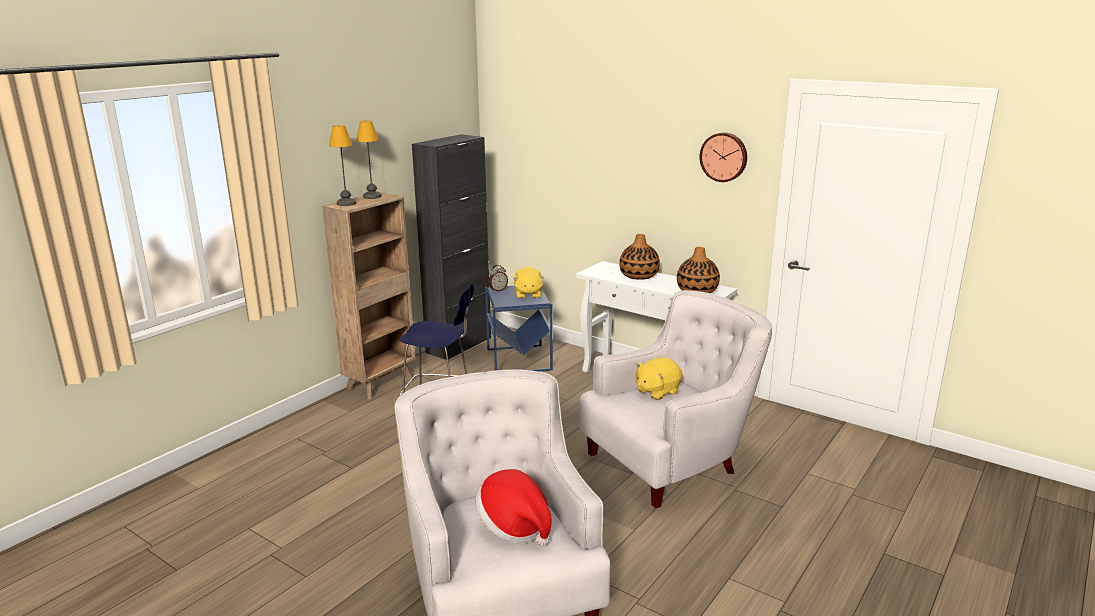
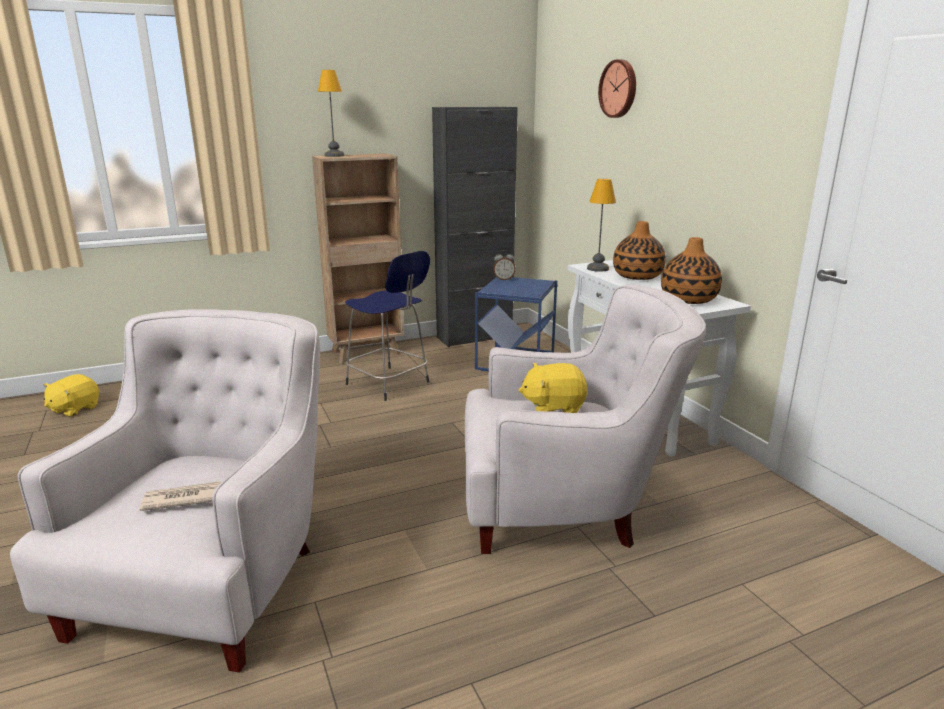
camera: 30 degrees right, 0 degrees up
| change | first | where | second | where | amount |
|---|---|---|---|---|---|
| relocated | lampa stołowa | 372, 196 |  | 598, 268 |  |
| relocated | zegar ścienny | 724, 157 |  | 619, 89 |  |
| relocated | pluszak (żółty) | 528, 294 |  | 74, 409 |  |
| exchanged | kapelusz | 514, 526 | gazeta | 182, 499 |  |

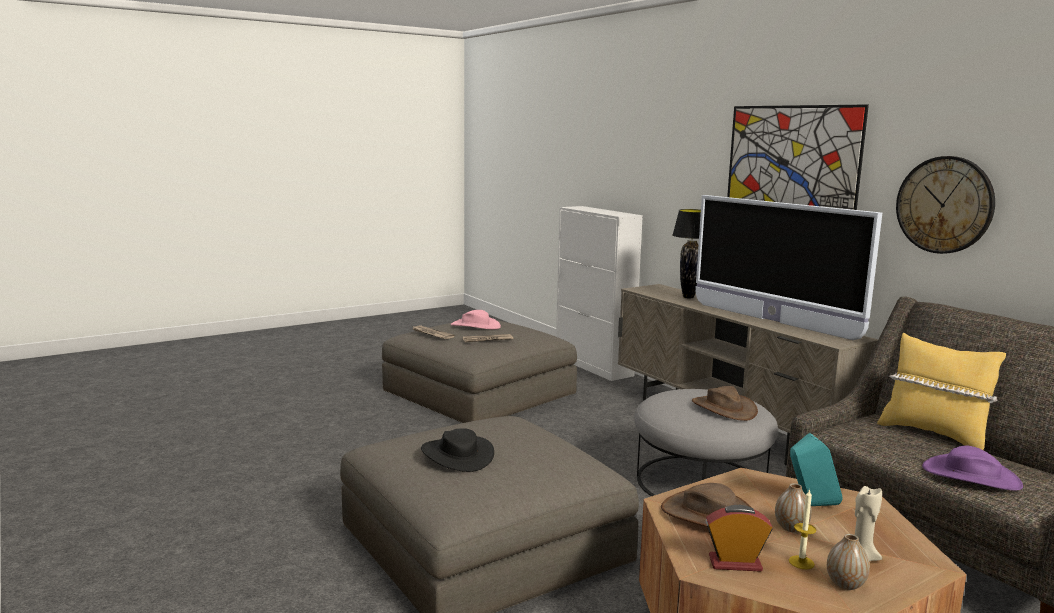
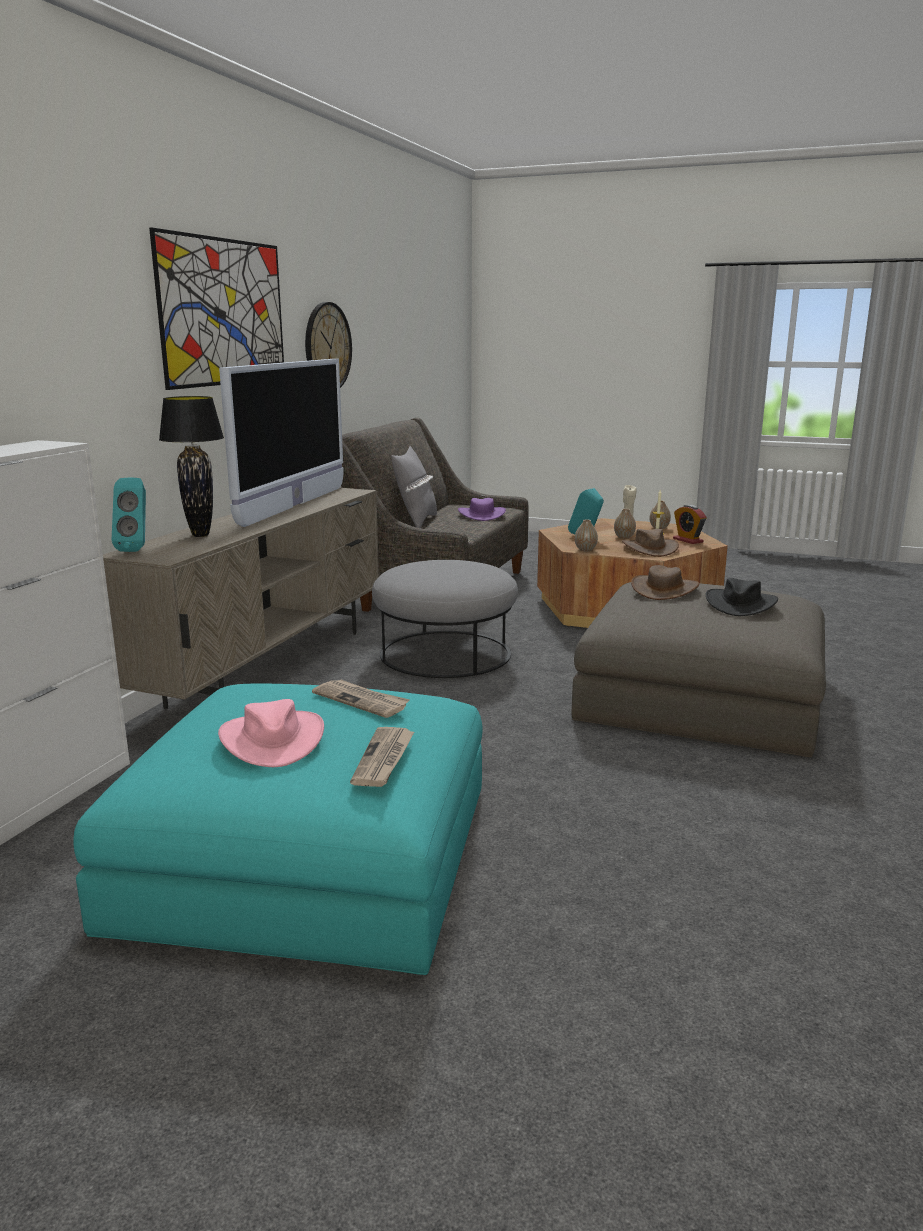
camera: 125 degrees left, 5 degrees up
| change | first | where | second | where | amount |
|---|---|---|---|---|---|
| colour | pufa (szary) | 479, 391 | pufa (turkusowy) | 309, 855 |  |
| colour | poduszka (żółty) | 933, 434 | poduszka (szary) | 415, 521 |  |
| relocated | kapelusz (brązowy) | 723, 408 |  | 665, 589 |  |
| appeared |  |  | głośnik (turkusowy) | 137, 549 |  |
| appeared |  |  | wazon | 585, 550 |  |

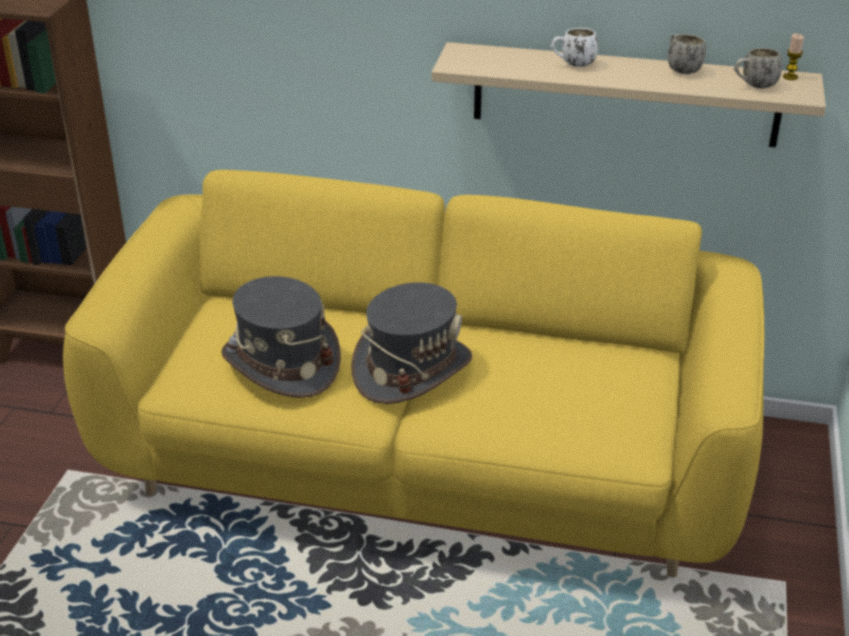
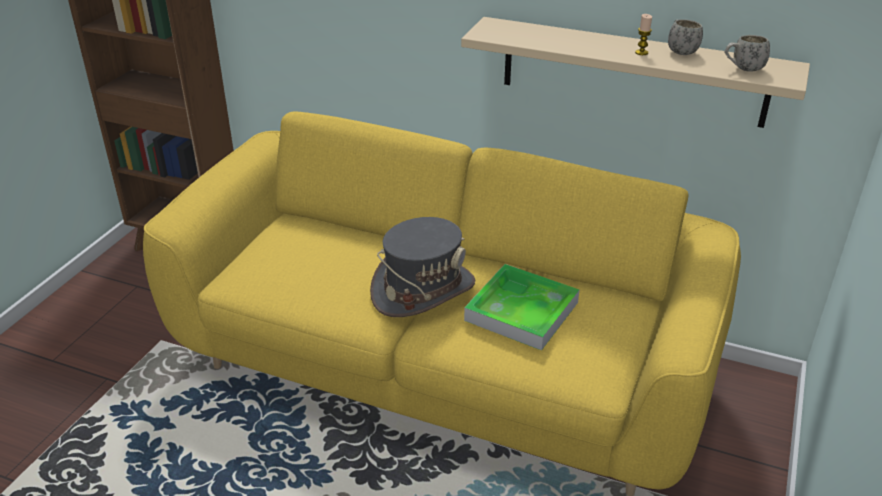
camera: 10 degrees right, 0 degrees up
| change | first | where | second | where | amount |
|---|---|---|---|---|---|
| missing | kubek (biały) | 572, 65 |  |  |  |
| relocated | świeca | 790, 77 |  | 641, 52 |  |
| missing | kapelusz (szary) | 281, 363 |  |  |  |
| appeared |  |  | taca | 521, 311 |  |

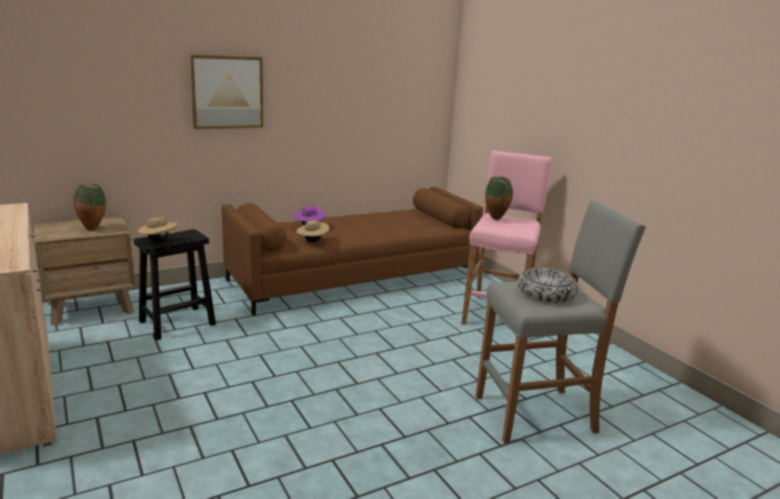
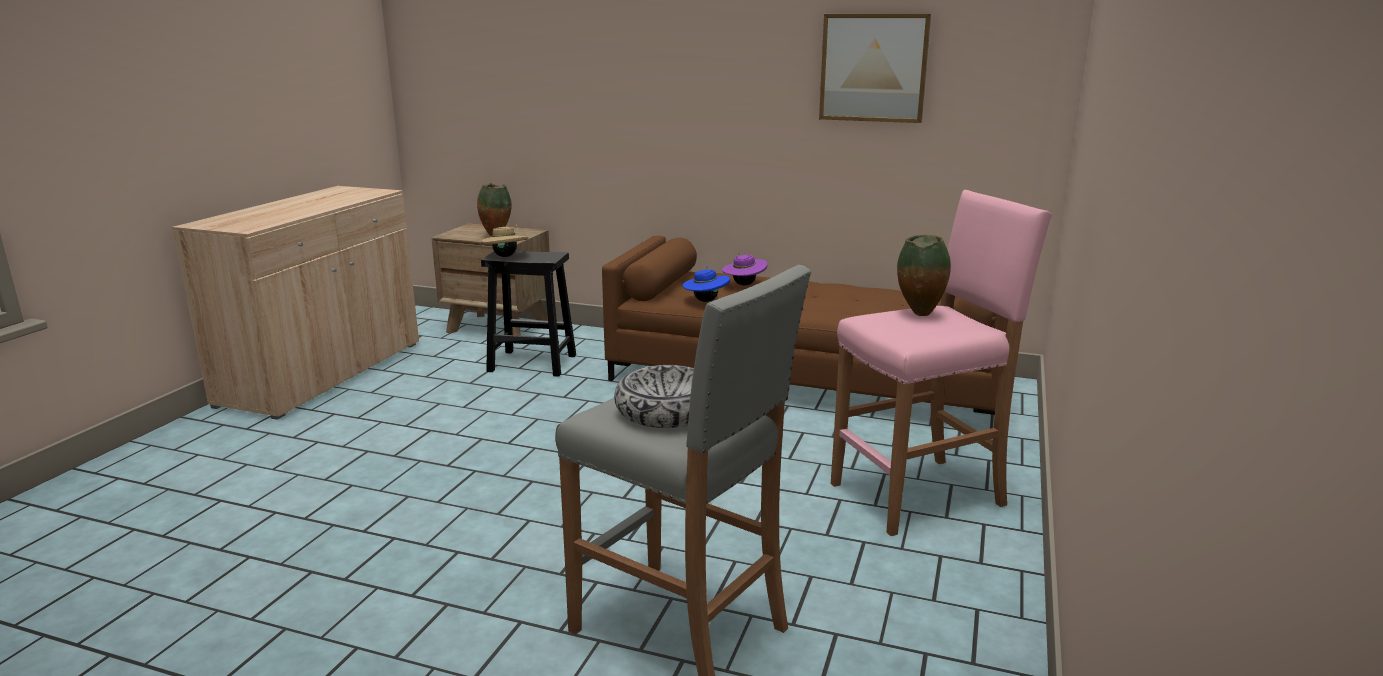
camera: 50 degrees right, 0 degrees up
| change | first | where | second | where | amount |
|---|---|---|---|---|---|
| relocated | obraz | 227, 92 |  | 873, 68 |  |
| colour | kapelusz (beżowy) | 312, 241 | kapelusz (niebieski) | 706, 301 |  |

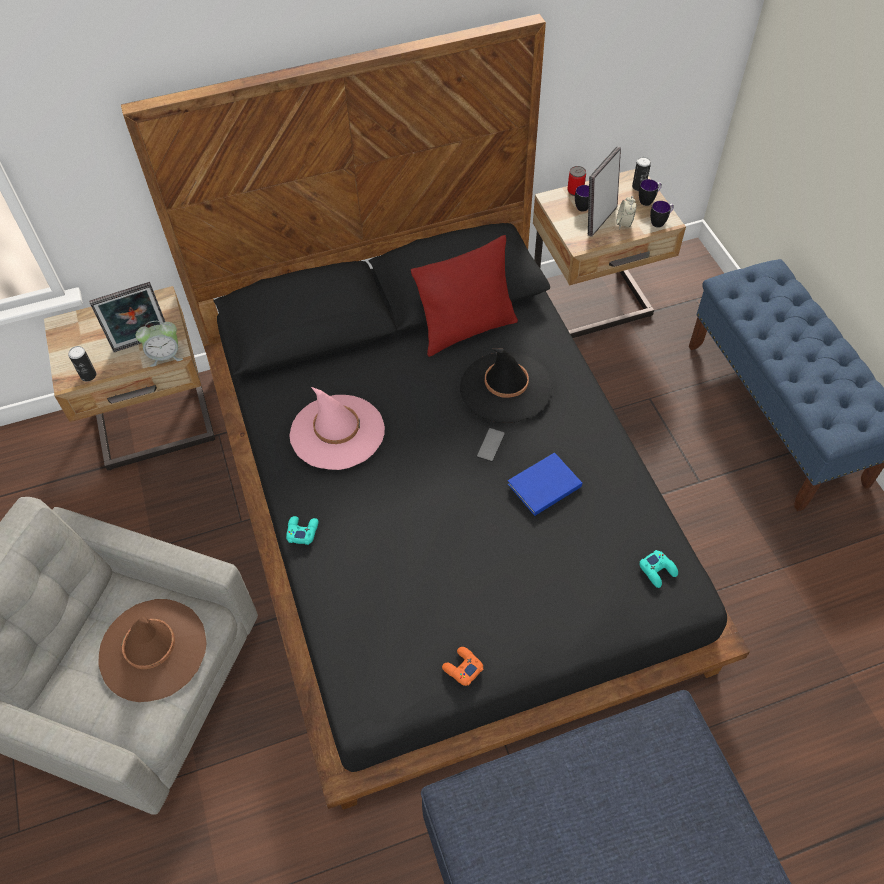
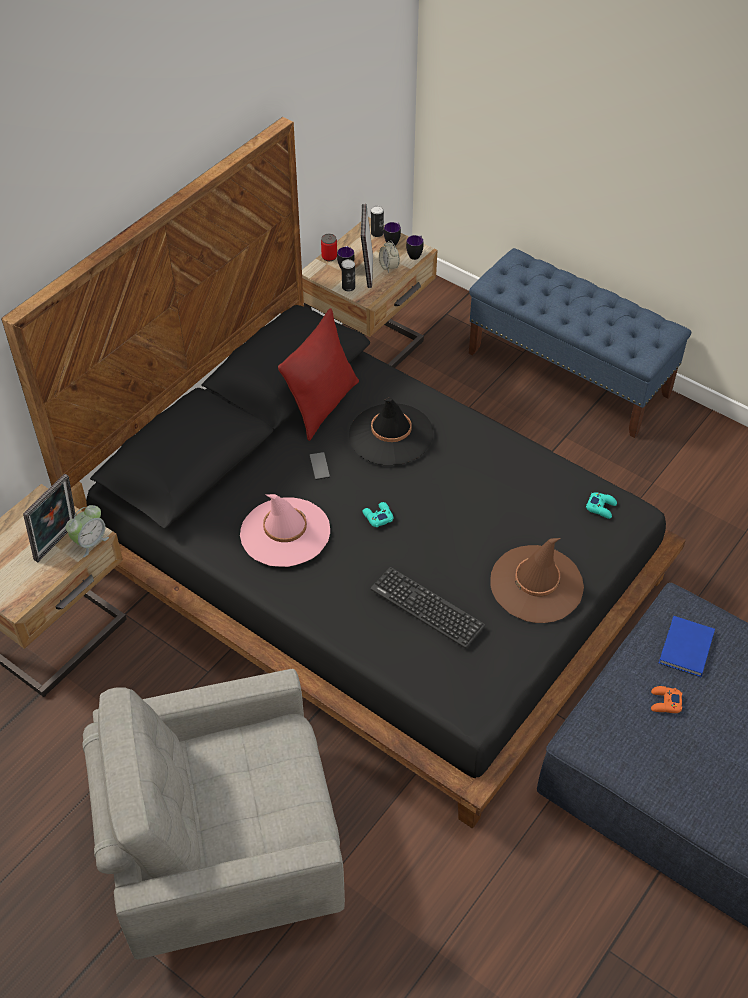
camera: 35 degrees left, 5 degrees down
| change | first | where | second | where | amount |
|---|---|---|---|---|---|
| relocated | puszka | 88, 375 |  | 348, 287 |  |
| relocated | telefon | 490, 445 |  | 319, 466 |  |
| relocated | książka (niebieski) | 542, 485 |  | 684, 649 |  |
| relocated | pad do gier (turkusowy) | 302, 531 |  | 377, 516 |  |
| relocated | kapelusz (brązowy) | 153, 650 |  | 536, 584 |  |
| relocated | pad do gier (pomarańczowy) | 462, 668 |  | 665, 703 |  |
| appeared |  |  | klawiatura | 427, 607 |  |

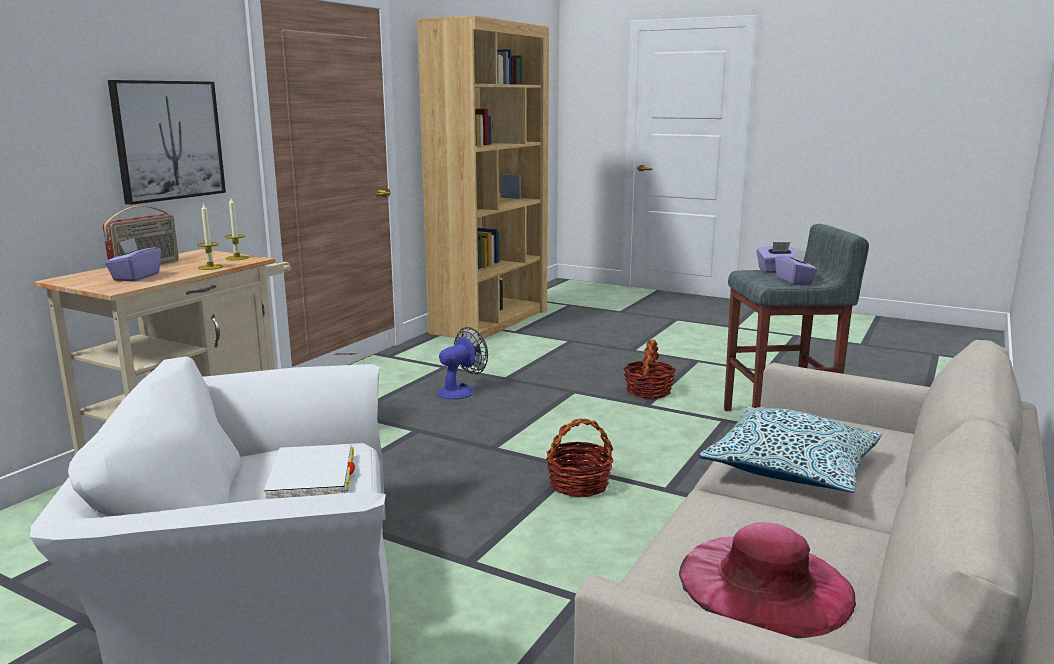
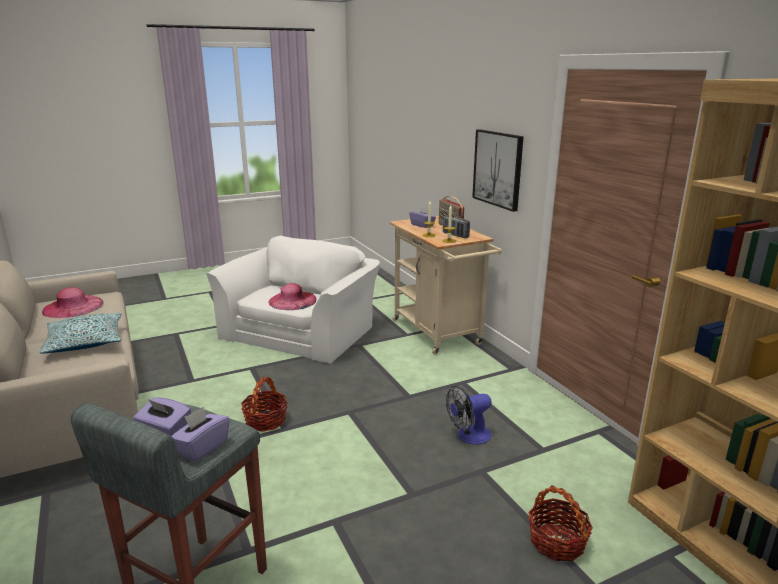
camera: 125 degrees right, 5 degrees up
| change | first | where | second | where | amount |
|---|---|---|---|---|---|
| spun | wentylator | 461, 391 |  | 468, 436 | 75 degrees clockwise |
| relocated | koszyk | 648, 391 |  | 556, 542 |  |
| exchanged | książka (biały) | 312, 477 | kapelusz (różowy) | 292, 300 |  |
| appeared |  |  | radio | 455, 235 |  |

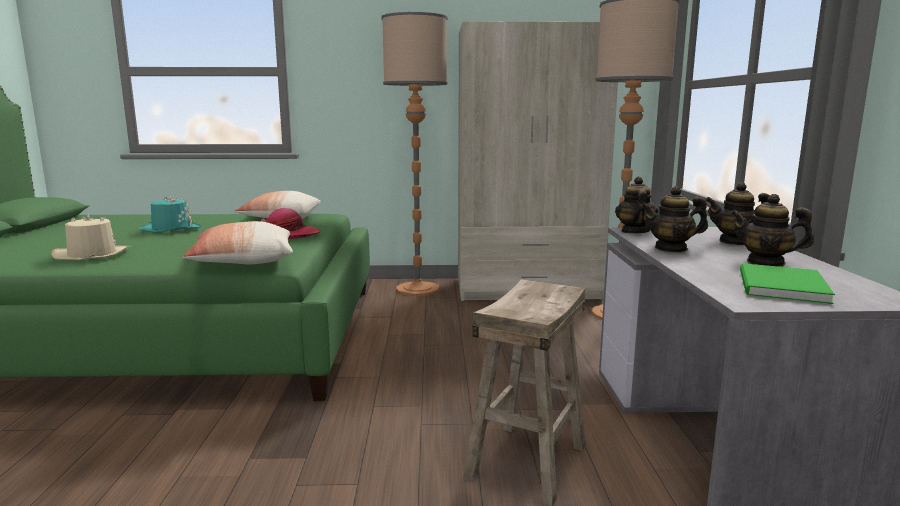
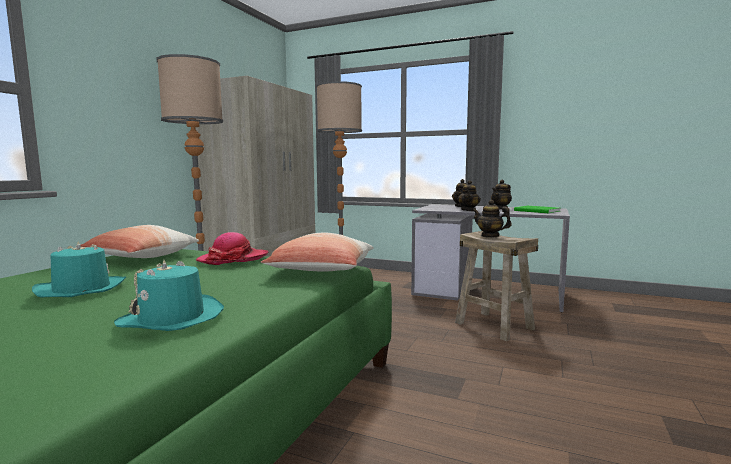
camera: 65 degrees left, 5 degrees down
| change | first | where | second | where | amount |
|---|---|---|---|---|---|
| relocated | imbryk | 634, 231 |  | 490, 236 |  |
| colour | kapelusz (beżowy) | 92, 255 | kapelusz (turkusowy) | 172, 318 |  |

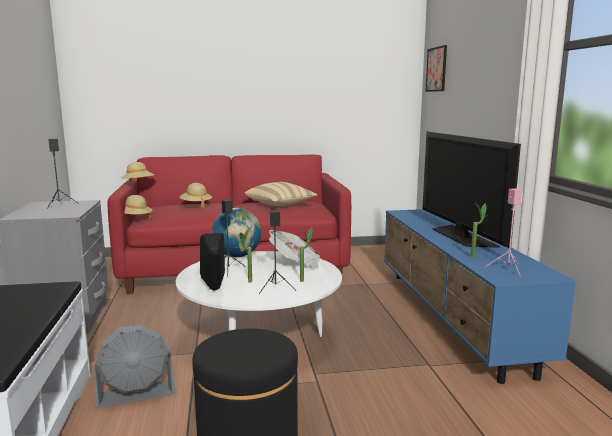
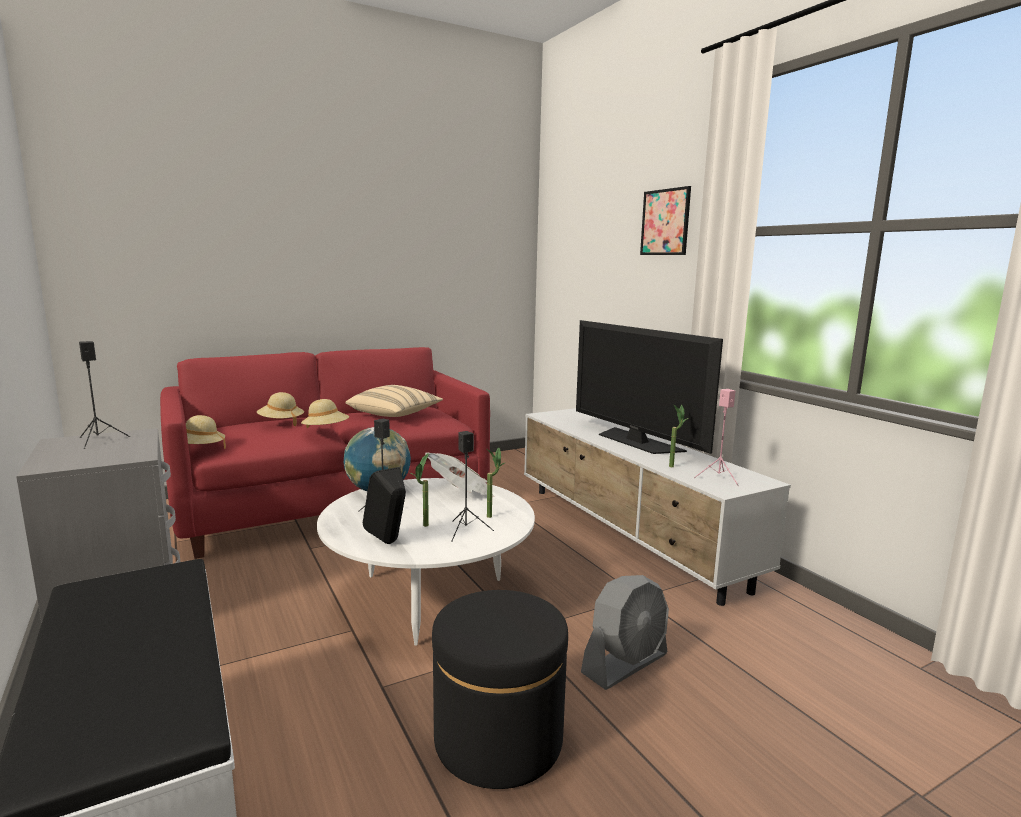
camera: 20 degrees left, 0 degrees up
| change | first | where | second | where | amount |
|---|---|---|---|---|---|
| relocated | obraz | 436, 69 |  | 665, 222 |  |
| relocated | kapelusz (beżowy) | 138, 184 |  | 326, 430 |  |
| colour | szafka pod telewizor (niebieski) | 452, 318 | szafka pod telewizor (biały) | 628, 535 |  |
| relocated | wentylator (szary) | 136, 394 |  | 625, 664 |  |

